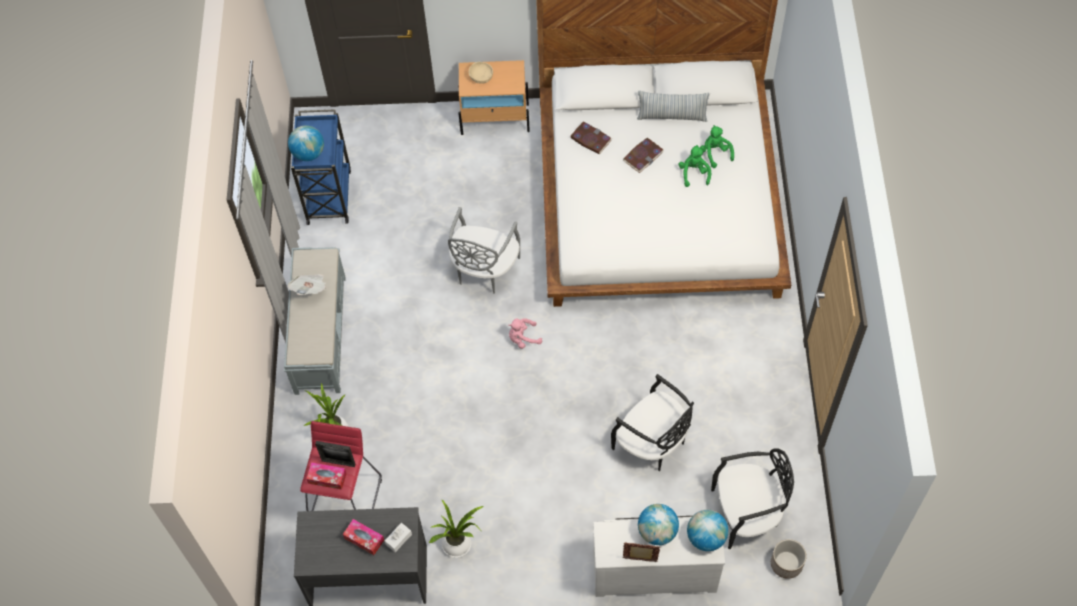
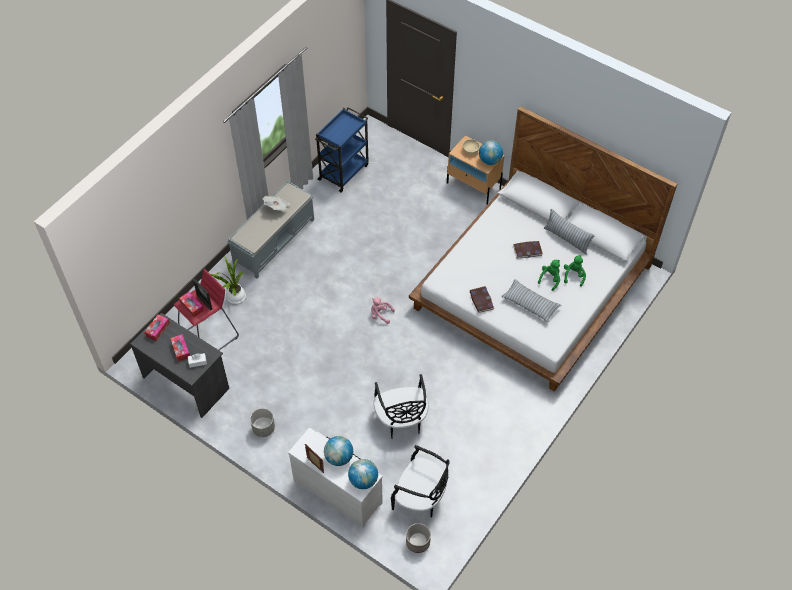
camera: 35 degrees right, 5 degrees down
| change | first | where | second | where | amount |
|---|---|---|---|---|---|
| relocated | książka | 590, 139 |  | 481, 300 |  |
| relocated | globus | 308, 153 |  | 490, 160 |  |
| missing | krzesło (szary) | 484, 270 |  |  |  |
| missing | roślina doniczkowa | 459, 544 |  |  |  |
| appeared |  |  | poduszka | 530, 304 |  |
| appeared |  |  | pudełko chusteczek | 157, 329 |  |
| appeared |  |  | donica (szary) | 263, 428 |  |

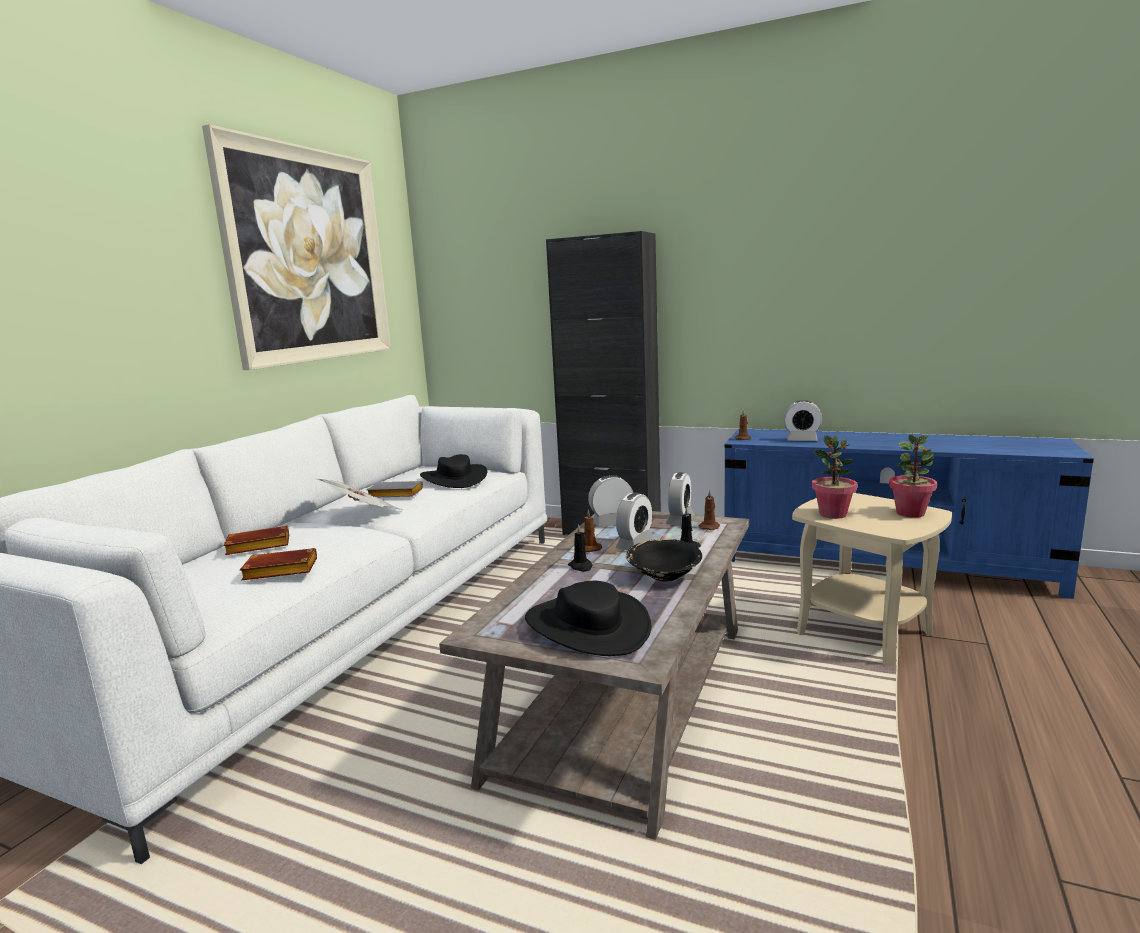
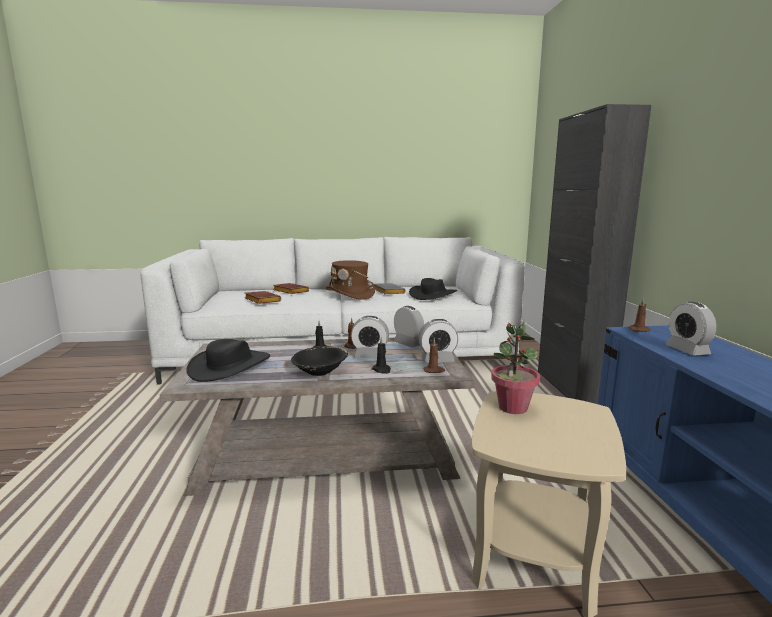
camera: 60 degrees right, 0 degrees up
| change | first | where | second | where | amount |
|---|---|---|---|---|---|
| missing | obraz | 308, 256 |  |  |  |
| missing | roślina doniczkowa | 910, 513 |  |  |  |
| exchanged | gazeta | 363, 514 | kapelusz (brązowy) | 350, 294 |  |

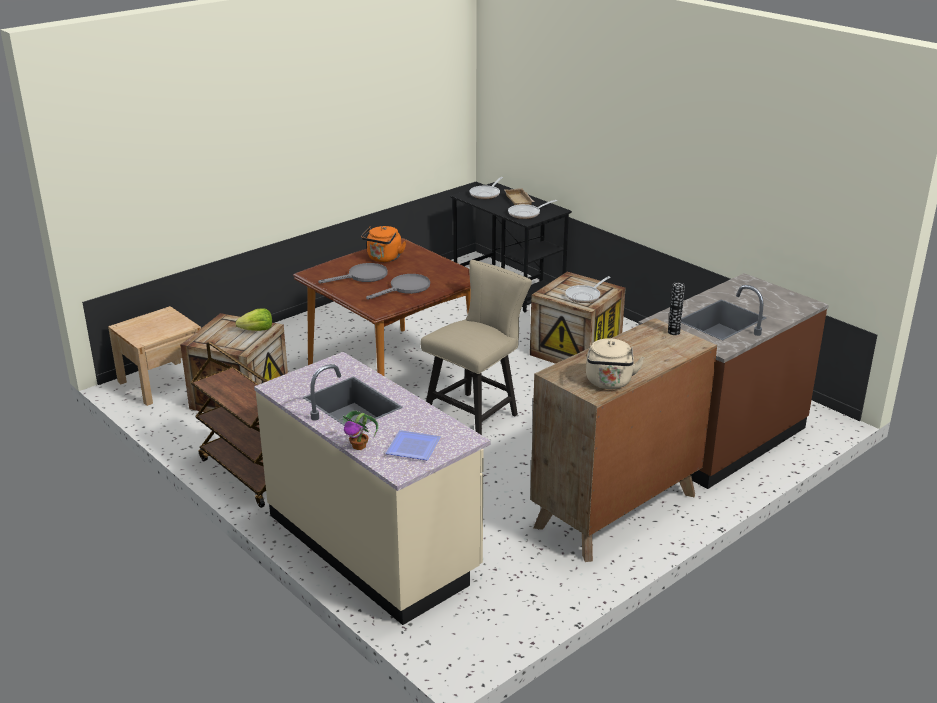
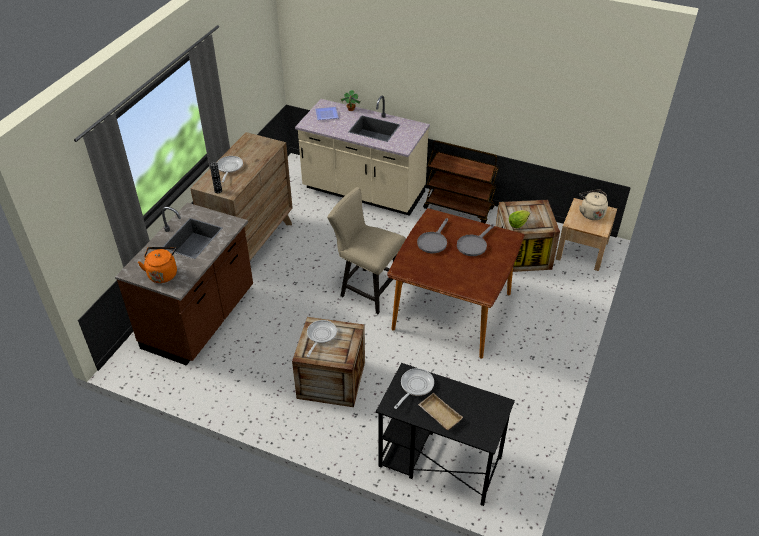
camera: 155 degrees right, 15 degrees up
| change | first | where | second | where | amount |
|---|---|---|---|---|---|
| relocated | patelnia | 486, 194 |  | 229, 168 |  |
| relocated | czajnik (pomarańczowy) | 383, 258 |  | 163, 273 |  |
| spun | krzesło (beżowy) | 476, 414 |  | 367, 288 | 105 degrees clockwise |
| relocated | czajnik (beżowy) | 609, 383 |  | 591, 213 |  |

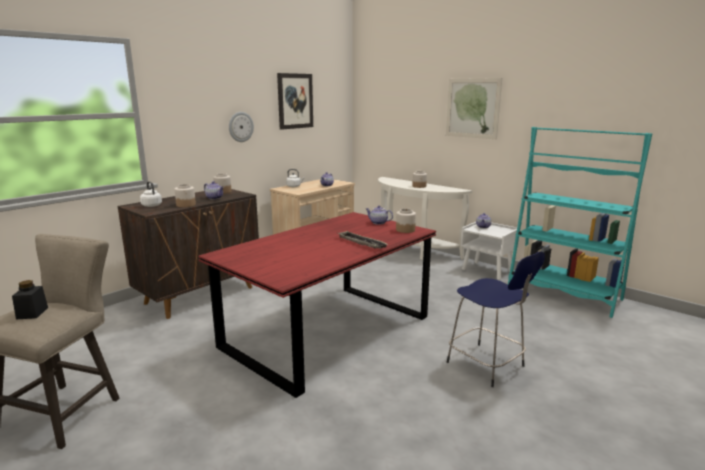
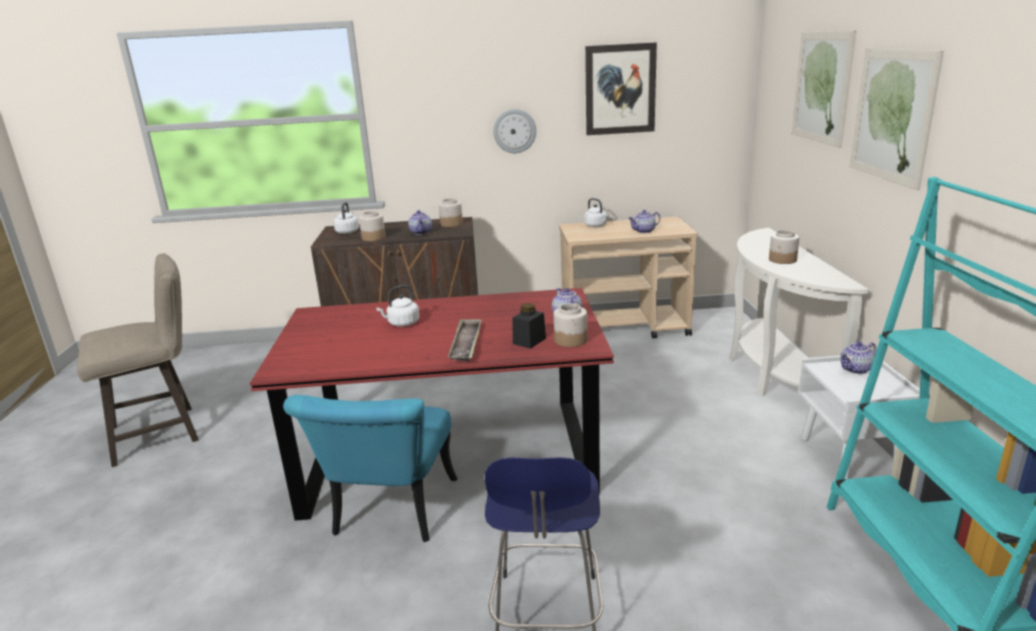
camera: 45 degrees right, 5 degrees up
| change | first | where | second | where | amount |
|---|---|---|---|---|---|
| relocated | słoik (czarny) | 32, 313 |  | 529, 341 |  |
| appeared |  |  | obraz | 821, 87 |  |
| appeared |  |  | czajnik (biały) | 402, 323 |  |
| appeared |  |  | krzesło (turkusowy) | 391, 515 |  |

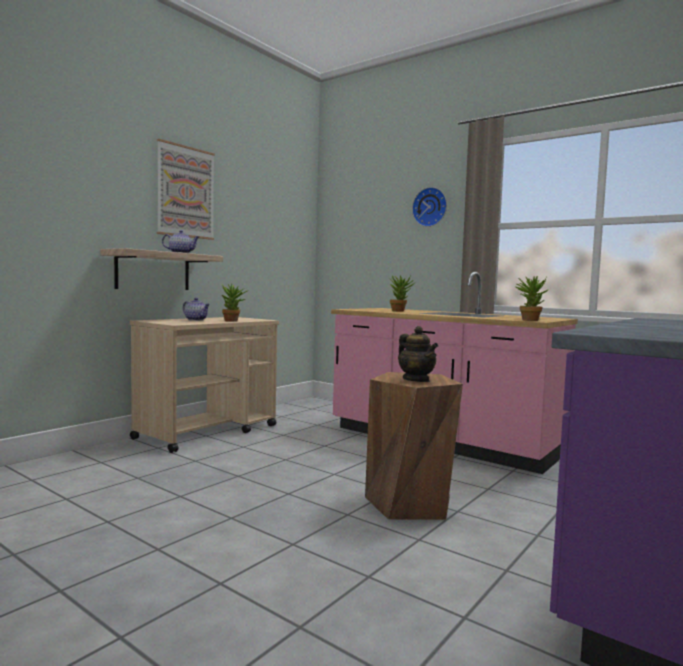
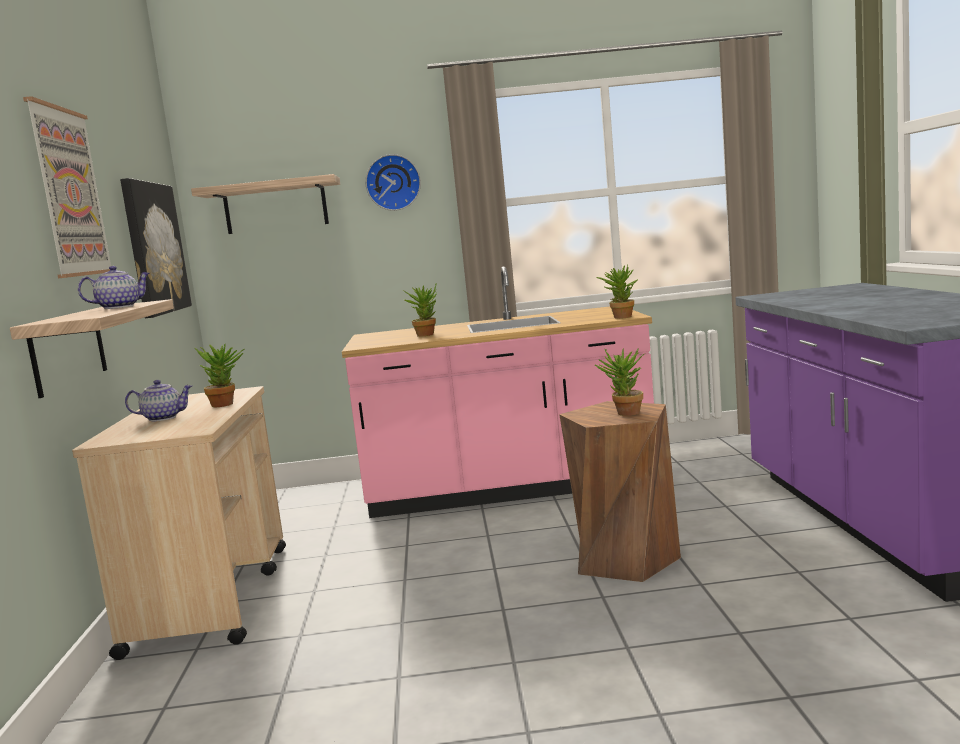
camera: 40 degrees left, 5 degrees up
| change | first | where | second | where | amount |
|---|---|---|---|---|---|
| exchanged | imbryk | 416, 380 | roślina doniczkowa | 624, 414 |  |
| appeared |  |  | półka | 275, 206 |  |
| appeared |  |  | obraz | 154, 248 |  |

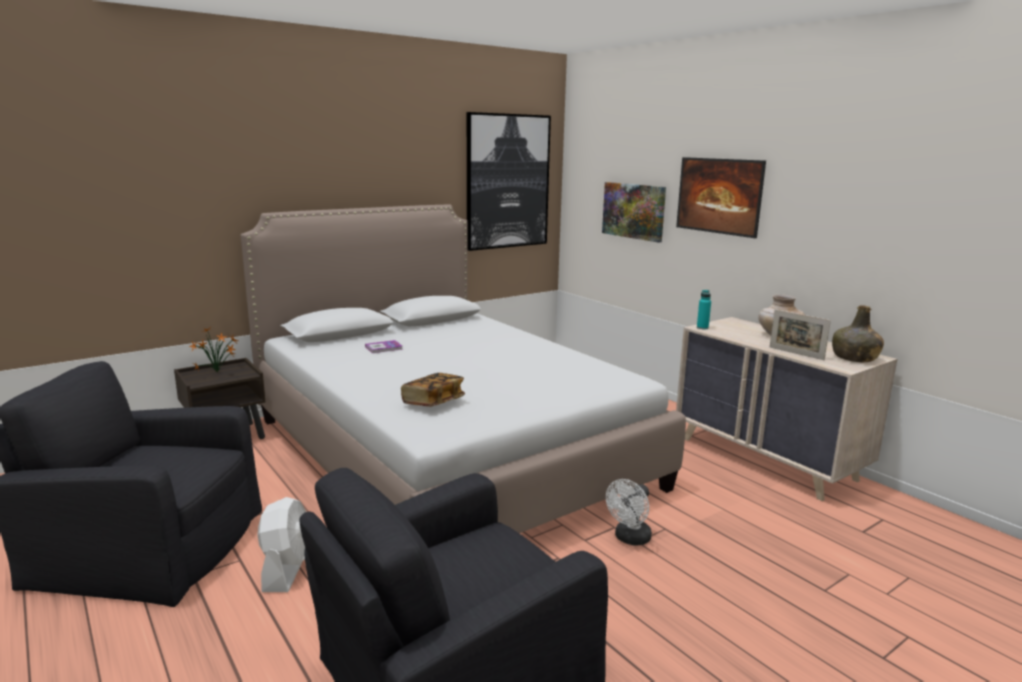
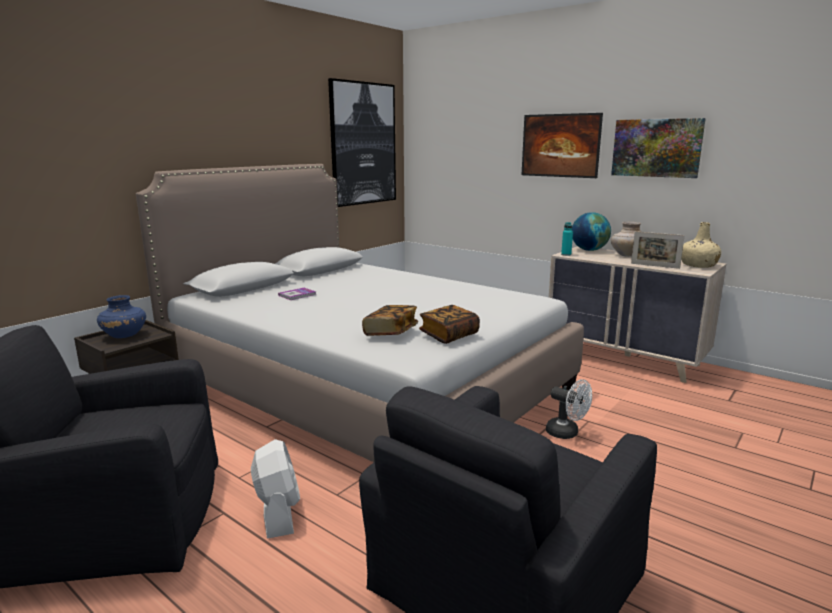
camera: 15 degrees left, 0 degrees up
| change | first | where | second | where | amount |
|---|---|---|---|---|---|
| relocated | obraz | 634, 211 |  | 656, 148 |  |
| colour | butelka (zielony) | 854, 358 | butelka (beżowy) | 698, 265 |  |
| exchanged | roślina doniczkowa | 218, 372 | wazon (niebieski) | 124, 335 |  |
| spun | wentylator (biały) | 629, 539 |  | 567, 433 | 75 degrees counterclockwise |
| appeared |  |  | globus | 589, 250 |  |
| appeared |  |  | książka | 449, 335 |  |

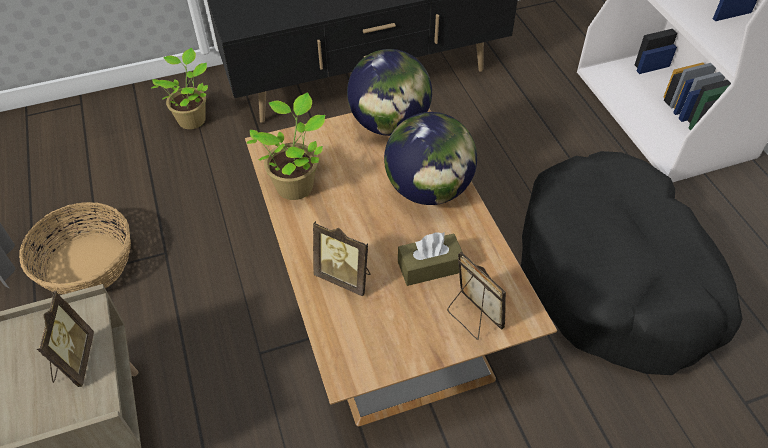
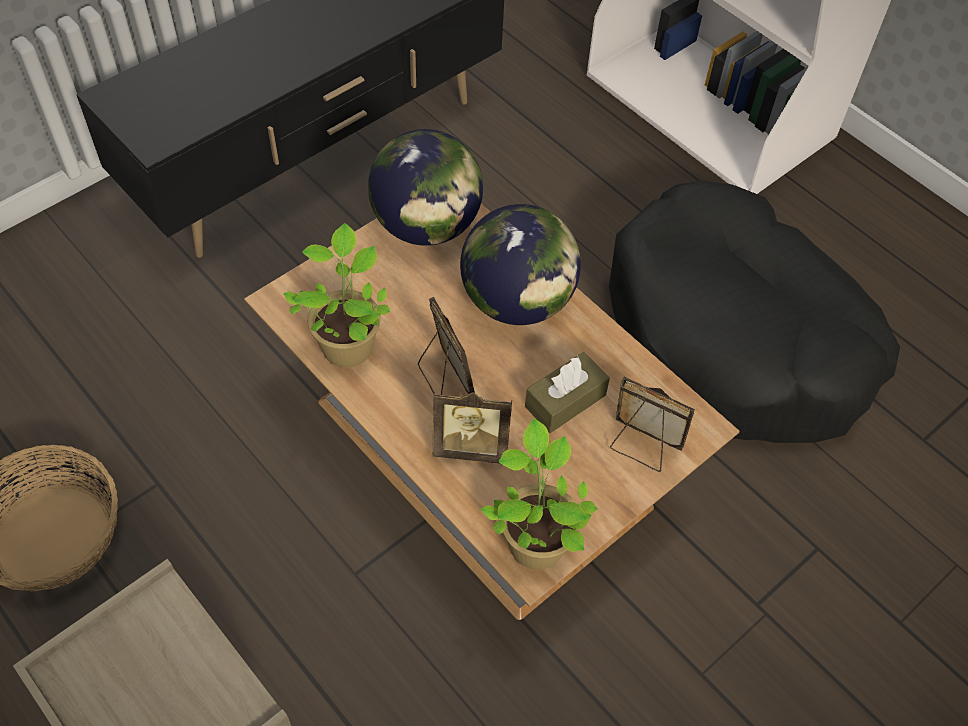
camera: 25 degrees left, 5 degrees up
| change | first | where | second | where | amount |
|---|---|---|---|---|---|
| relocated | roślina doniczkowa | 192, 118 |  | 535, 540 |  |
| relocated | ramka na zdjęcie | 74, 361 |  | 444, 379 |  |

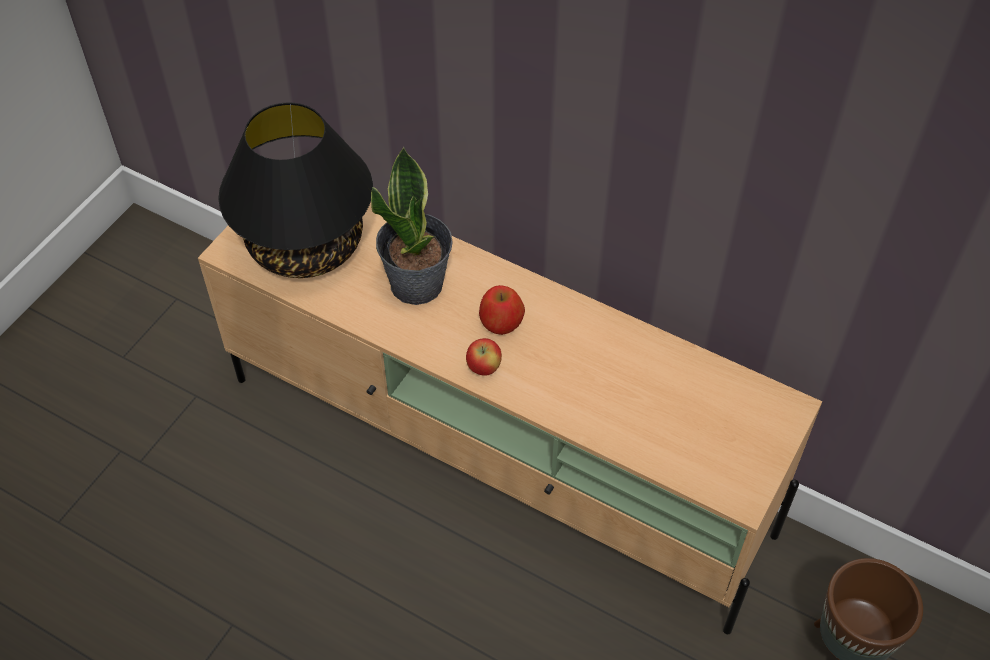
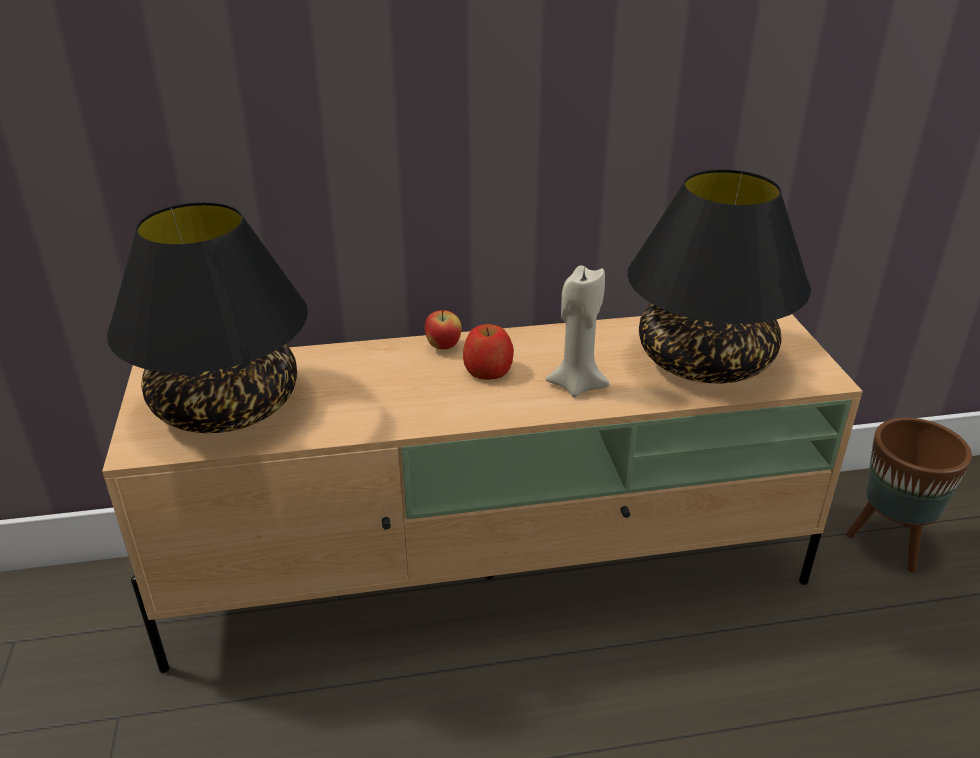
camera: 40 degrees left, 20 degrees down
| change | first | where | second | where | amount |
|---|---|---|---|---|---|
| missing | roślina doniczkowa | 418, 284 |  |  |  |
| relocated | jabłko | 484, 368 |  | 443, 347 |  |
| appeared |  |  | lampa stołowa (czarny) | 703, 361 |  |
| appeared |  |  | świeca (beżowy) | 576, 385 |  |

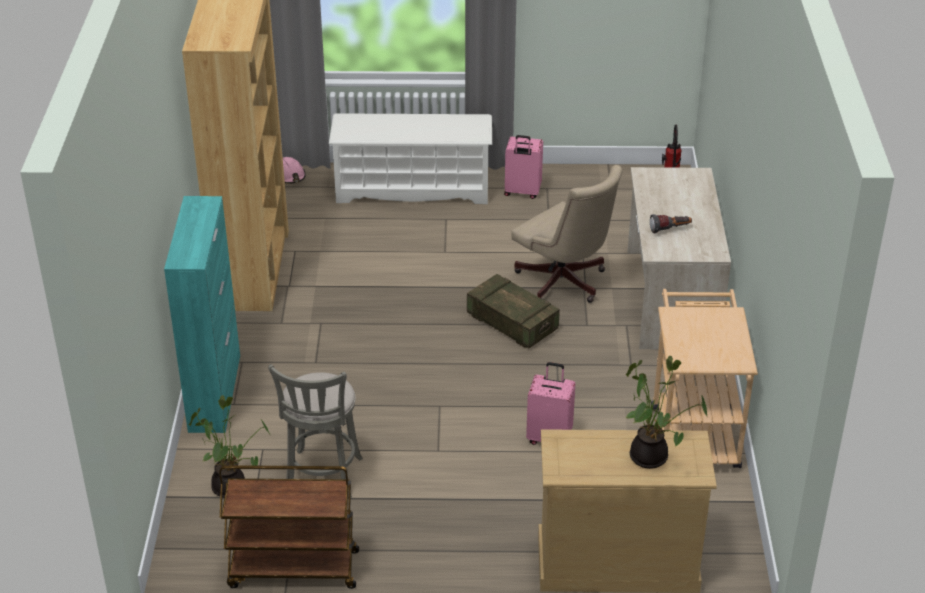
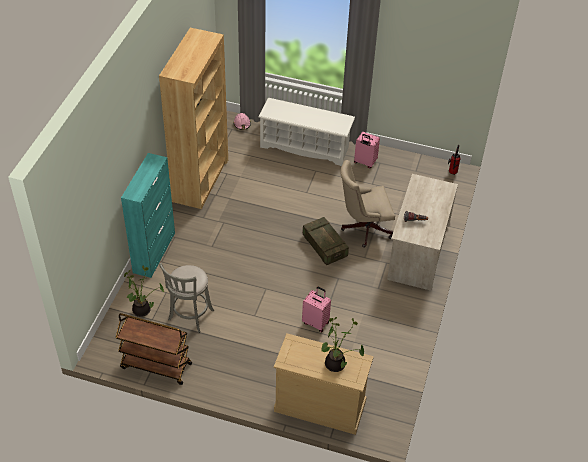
camera: 15 degrees right, 10 degrees up
| change | first | where | second | where | amount |
|---|---|---|---|---|---|
| spun | krzesło biurowe (beżowy) | 564, 284 |  | 363, 228 | 105 degrees clockwise |
| missing | wózek (beżowy) | 693, 429 |  |  |  |

